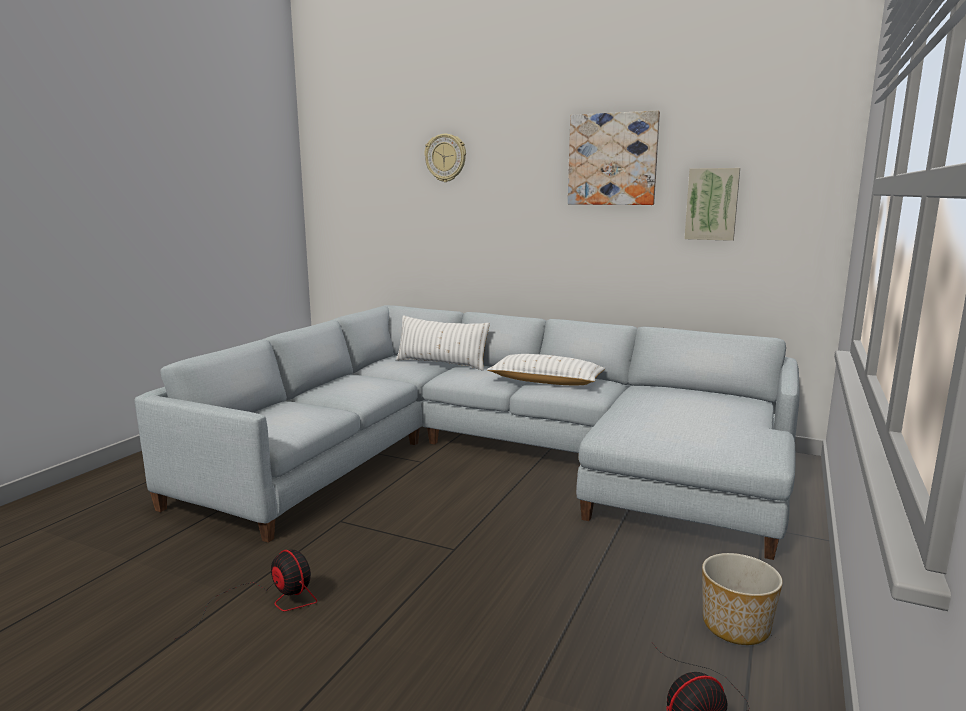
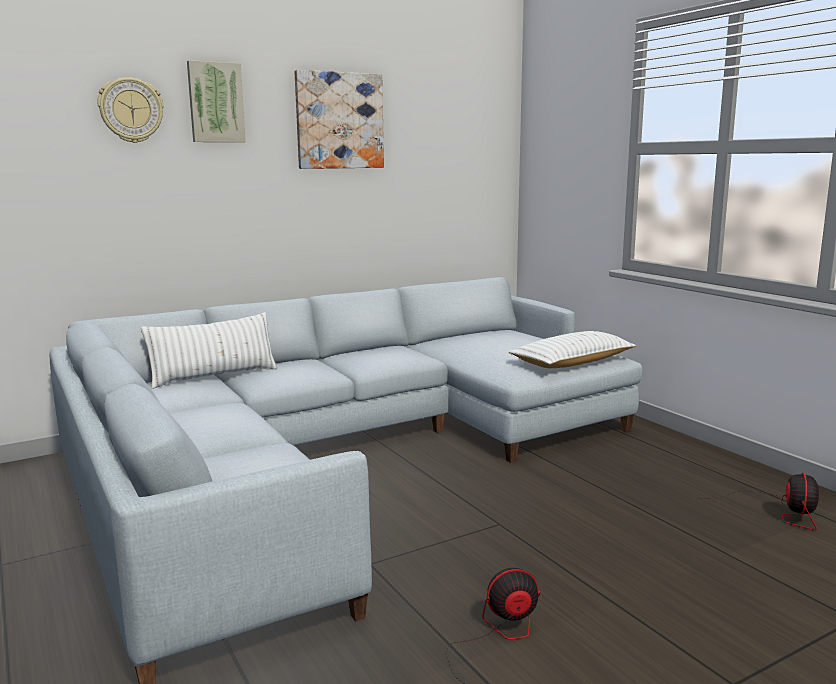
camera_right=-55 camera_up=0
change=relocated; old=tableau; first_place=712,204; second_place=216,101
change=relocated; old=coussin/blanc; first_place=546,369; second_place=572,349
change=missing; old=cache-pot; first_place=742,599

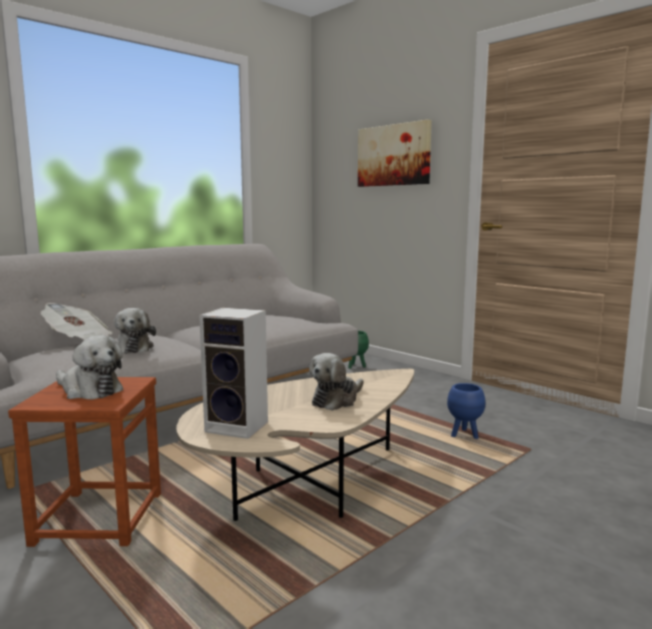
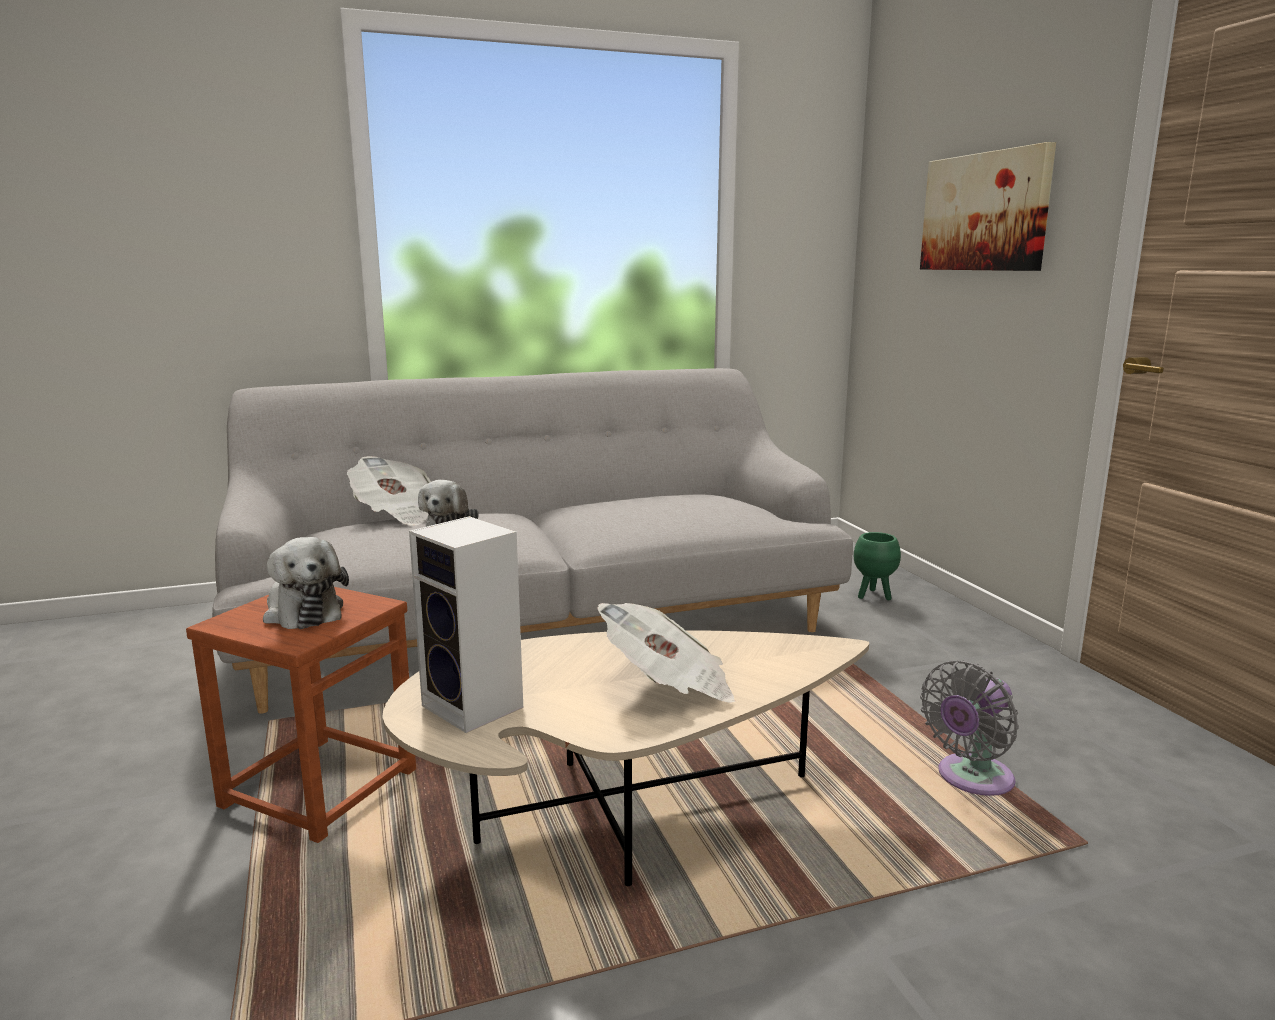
camera_right=25 camera_up=5
change=exchanged; old=peluche; new=journal; first_place=336,382; second_place=666,653
change=exchanged; old=cache-pot/bleu; new=ventilateur/gris; first_place=466,411; second_place=969,728

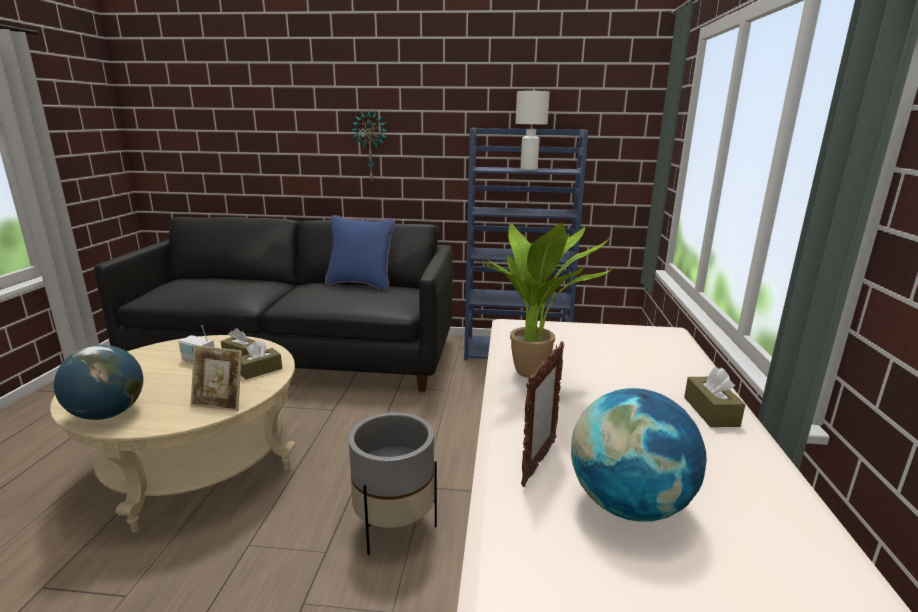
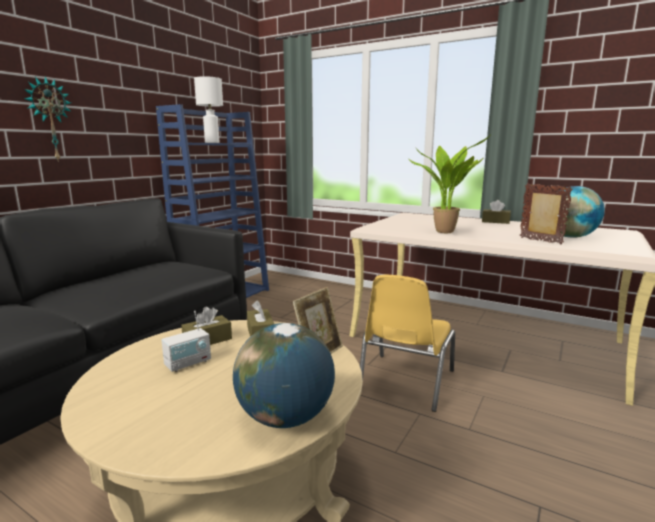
camera_right=-65 camera_up=-5
change=exchanged; old=cache-pot/gris; new=chaise/jaune; first_place=392,483; second_place=407,343
change=missing; old=coussin/bleu; first_place=360,252

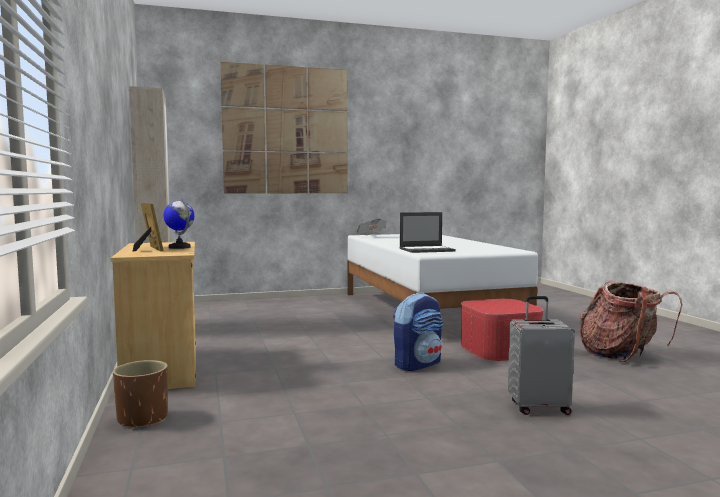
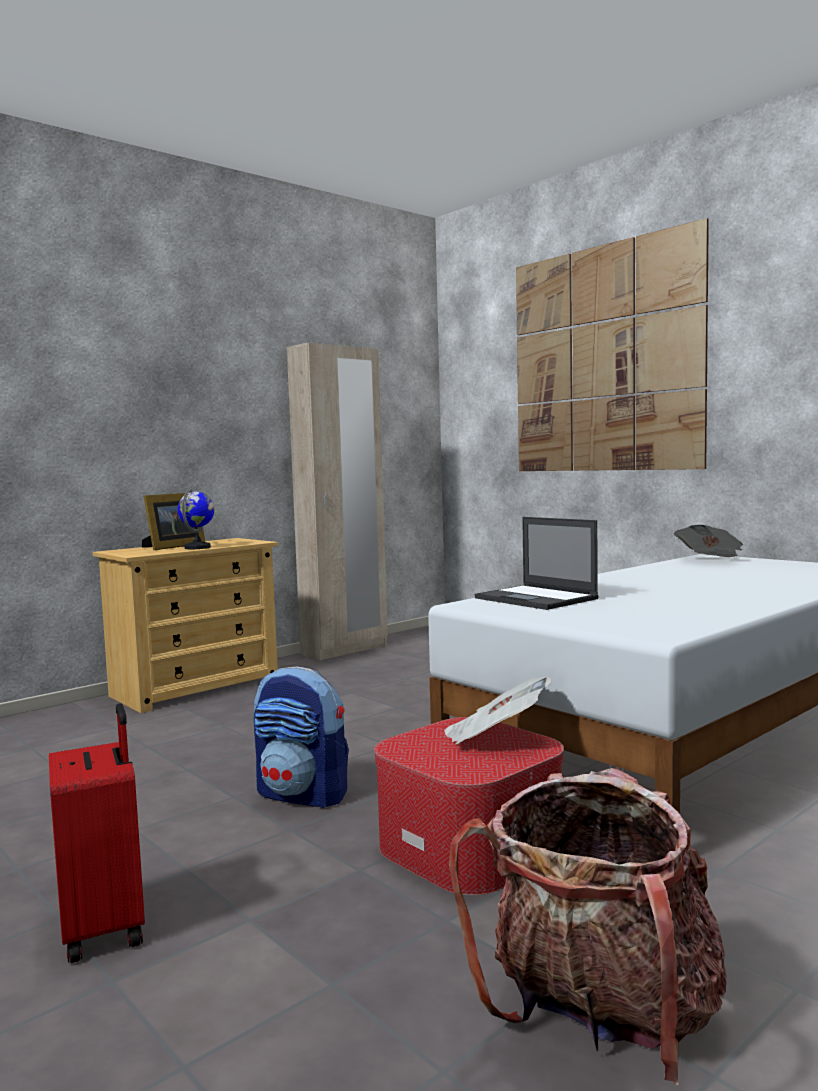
camera_right=65 camera_up=0
change=colour; old=valise/gris; new=valise/rouge; first_place=541,355; second_place=97,833
change=appeared; new=journal; second_place=498,711
change=missing; old=cache-pot/marron; first_place=140,394

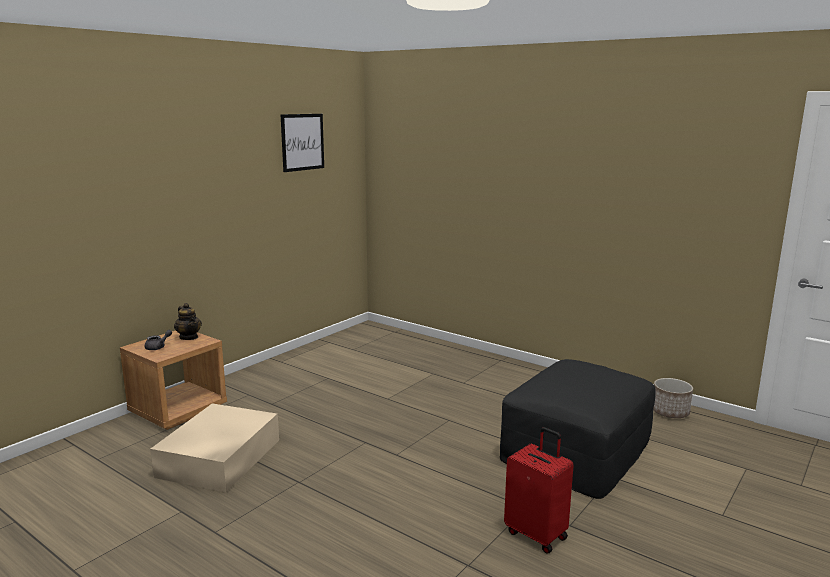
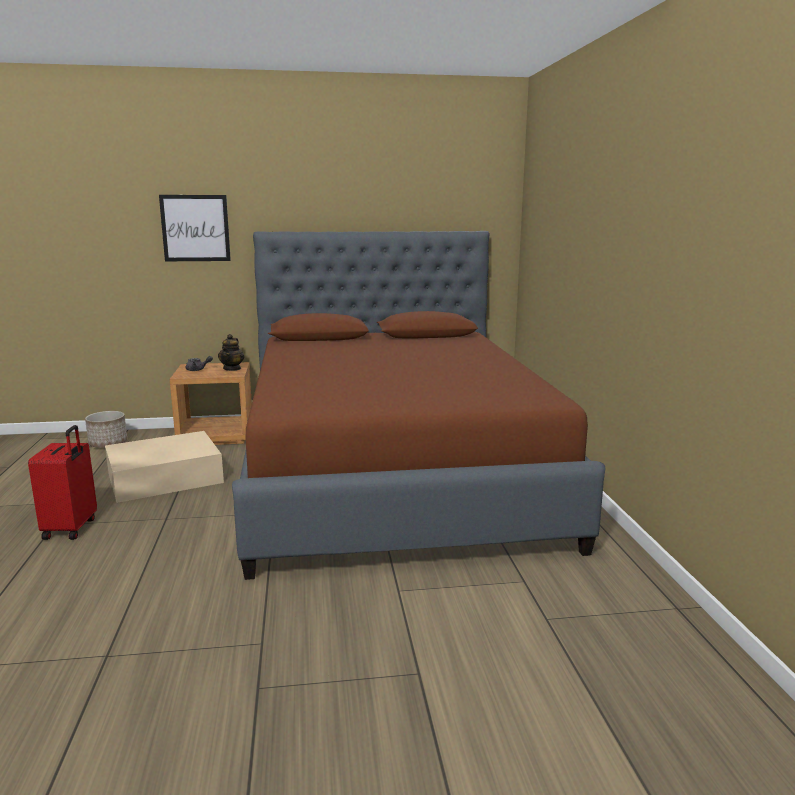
camera_right=45 camera_up=0
change=relocated; old=valise/rouge; first_place=539,490; second_place=62,482
change=relocated; old=cache-pot; first_place=673,398; second_place=106,429
change=relocated; old=tableau; first_place=302,143; second_place=195,228
change=appeared; new=lit/marron; second_place=418,405
change=missing; old=pouf/noir; first_place=578,429

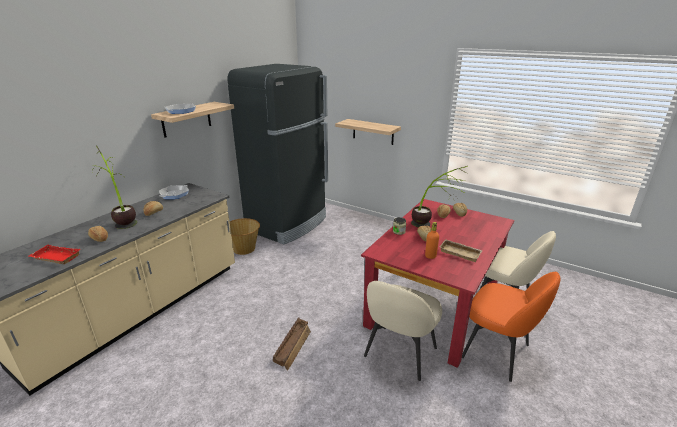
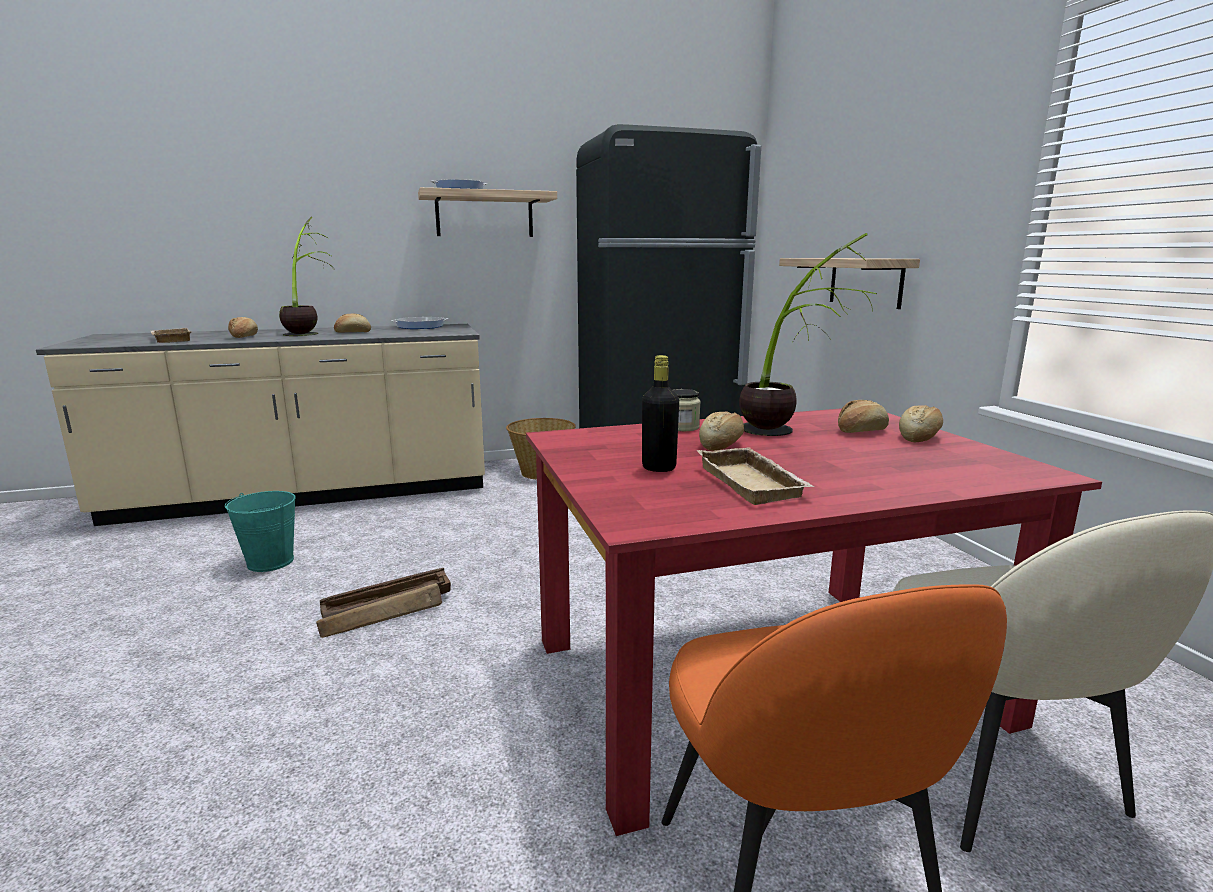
camera_right=40 camera_up=-10
change=colour; old=plateau/rouge; new=plateau/beige; first_place=54,254; second_place=171,335
change=appeared; new=seau/turquoise; second_place=260,531
change=colour; old=bouteille/orange; new=bouteille/noir; first_place=432,240; second_place=660,413
change=missing; old=chaise/beige; first_place=403,331

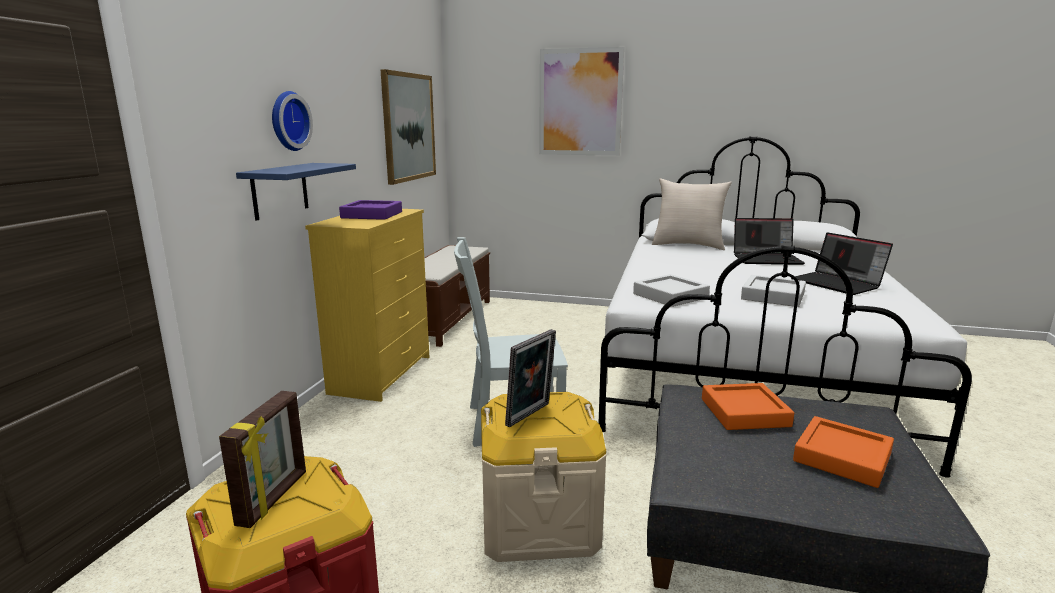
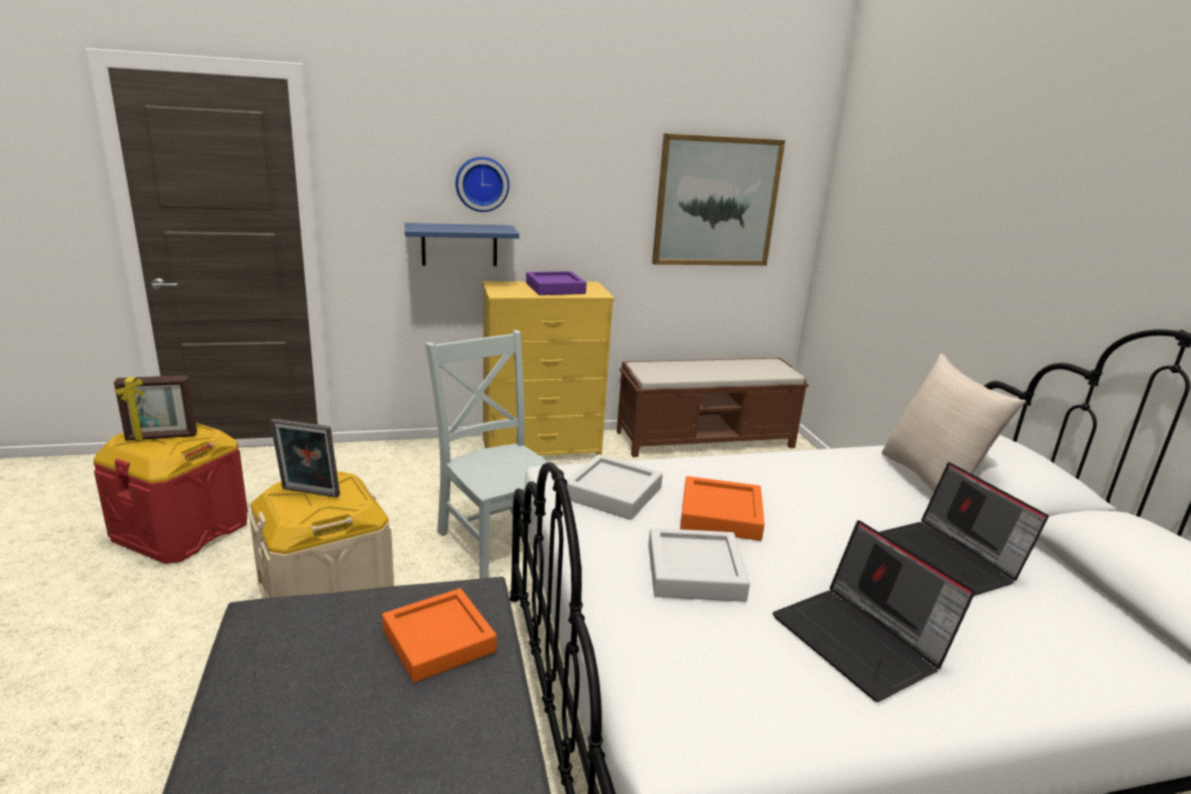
camera_right=60 camera_up=5
change=relocated; old=plateau/orange; first_place=843,452; second_place=722,508
change=spun; old=ordinateur portable; first_place=842,263; second_place=874,611; degrees=-60
change=missing; old=tableau; first_place=581,101

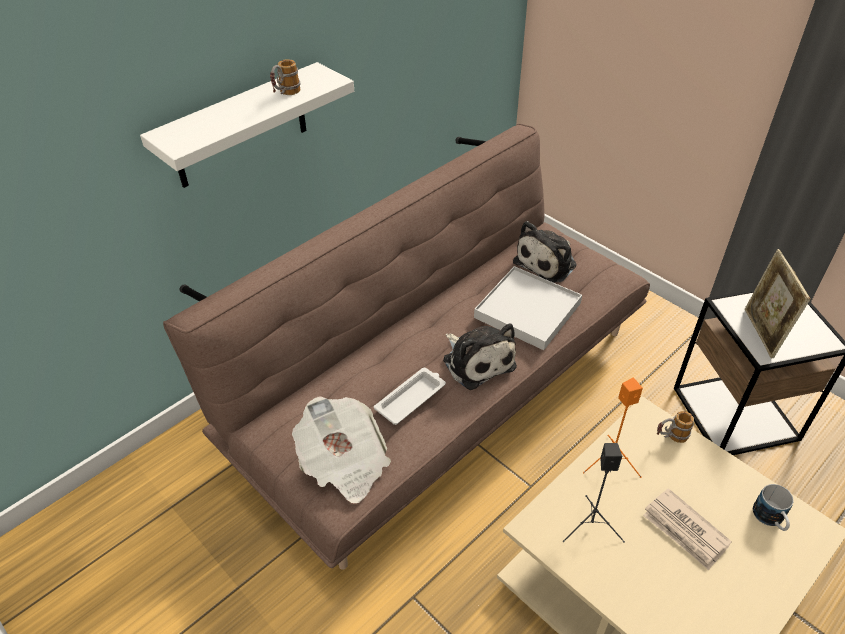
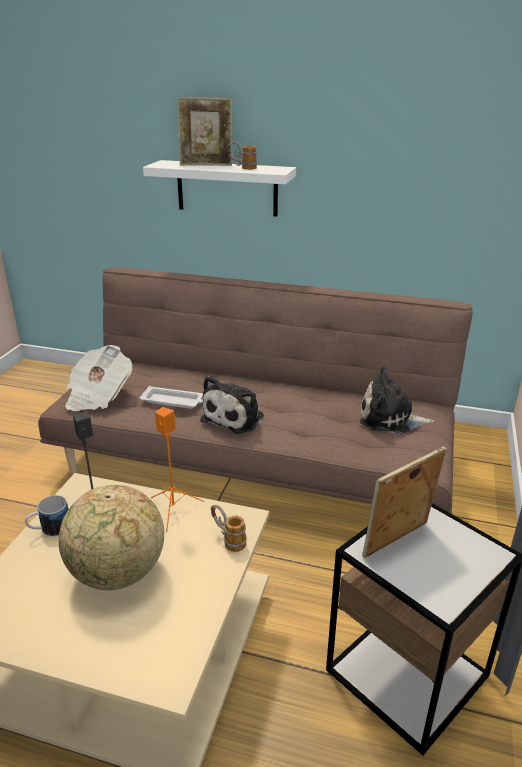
camera_right=60 camera_up=-15
change=relocated; old=mug; first_place=773,507; second_place=47,515
change=exchanged; old=journal; new=globe; first_place=687,529; second_place=111,537
change=appeared; new=cadre photo; second_place=204,131
change=missing; old=plateau/blanc; first_place=528,308

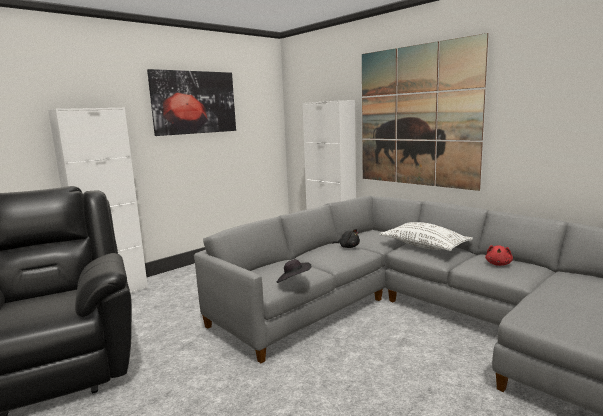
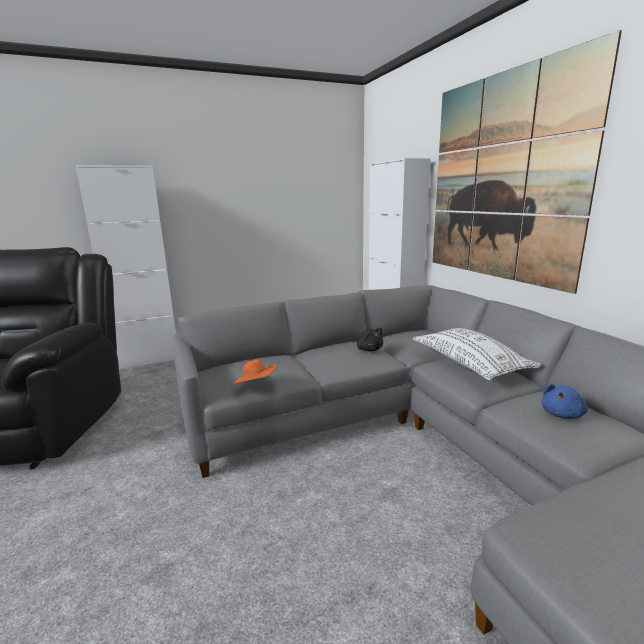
camera_right=20 camera_up=5
change=colour; old=chapeau/noir; new=chapeau/orange; first_place=293,271; second_place=253,373
change=colour; old=peluche/rouge; new=peluche/bleu; first_place=499,255; second_place=564,401
change=missing; old=tableau; first_place=191,102

